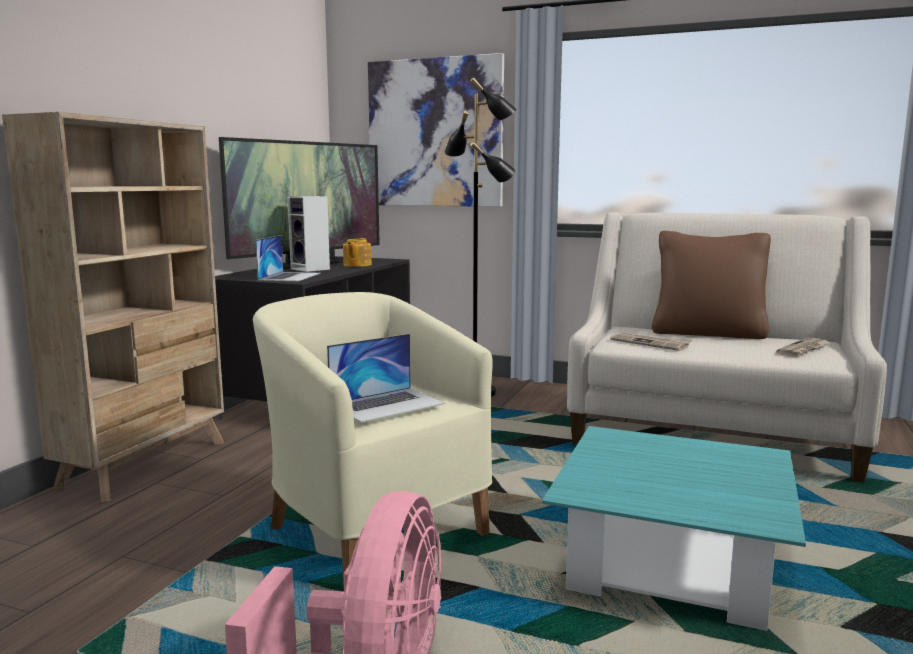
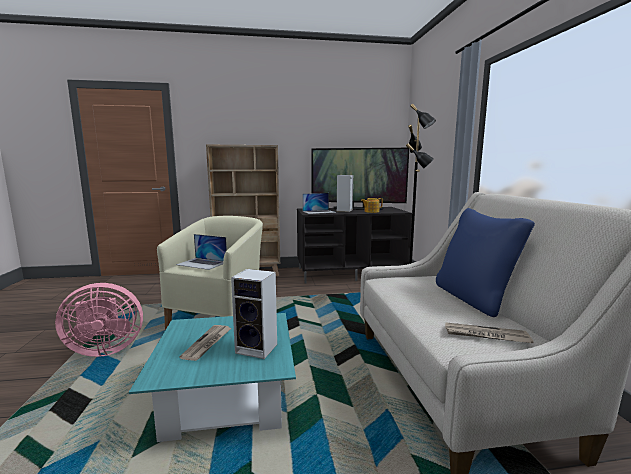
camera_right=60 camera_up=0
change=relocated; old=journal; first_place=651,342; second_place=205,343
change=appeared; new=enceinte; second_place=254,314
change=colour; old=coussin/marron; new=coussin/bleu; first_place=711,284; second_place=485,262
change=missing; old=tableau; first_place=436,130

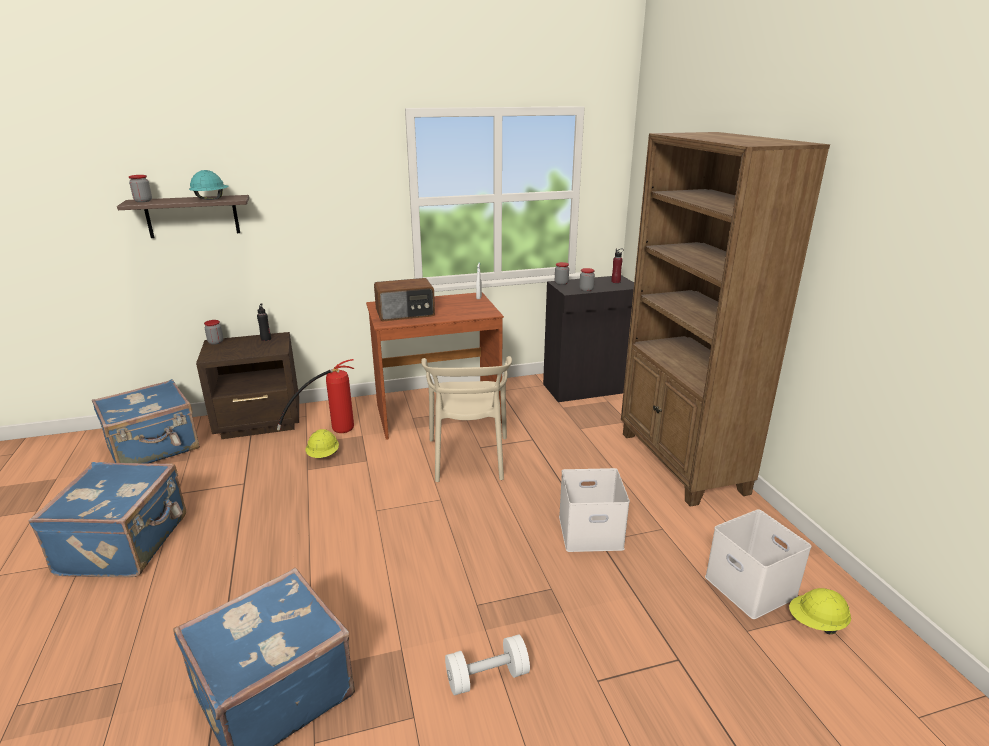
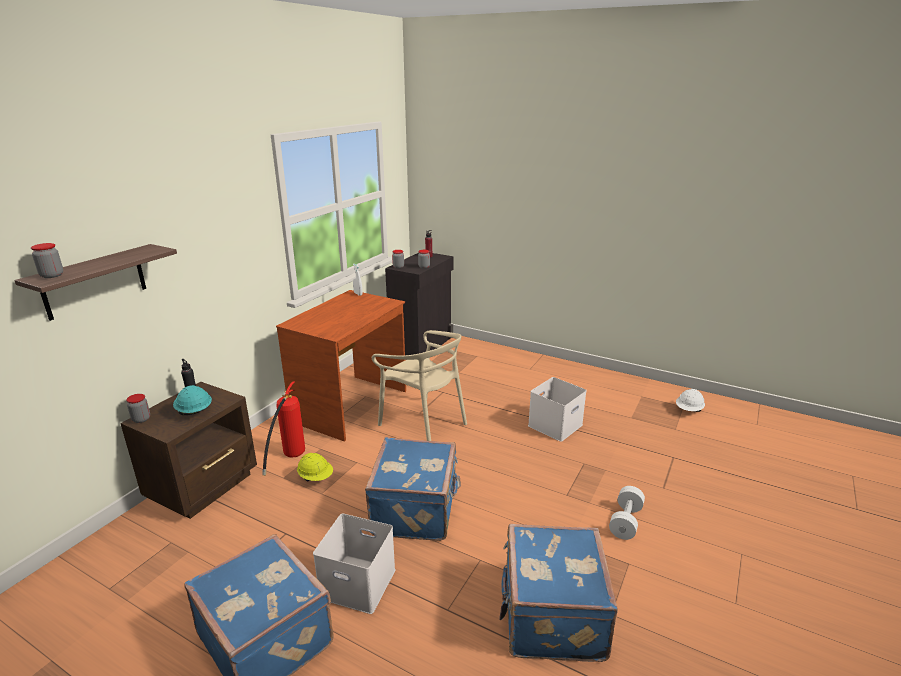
camera_right=-45 camera_up=0
change=relocated; old=casque de chantier/turquoise; first_place=208,185; second_place=192,400
change=relocated; old=boîte de rangement/blanc; first_place=758,564; second_place=354,563
change=relocated; old=valise/bleu; first_place=146,421; second_place=413,489
change=colour; old=casque de chantier/jaune; new=casque de chantier/blanc; first_place=820,611; second_place=690,400
change=missing; old=radio; first_place=404,299
change=missing; old=bibliothèque/marron; first_place=725,319

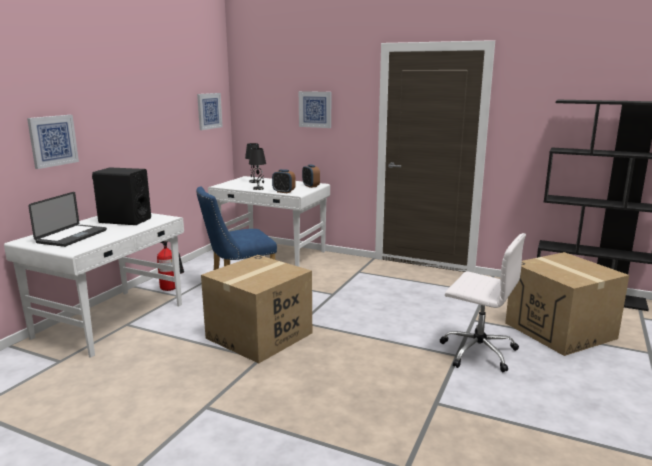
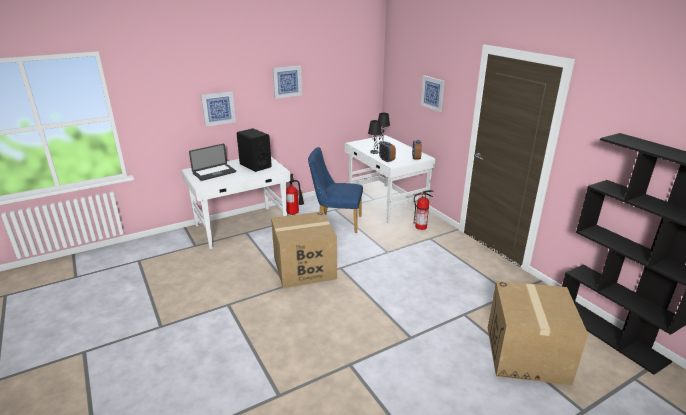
camera_right=35 camera_up=10
change=relocated; old=tableau; first_place=210,111; second_place=287,82
change=appeared; new=extincteur; second_place=424,210
change=missing; old=chaise de bureau/blanc; first_place=483,302

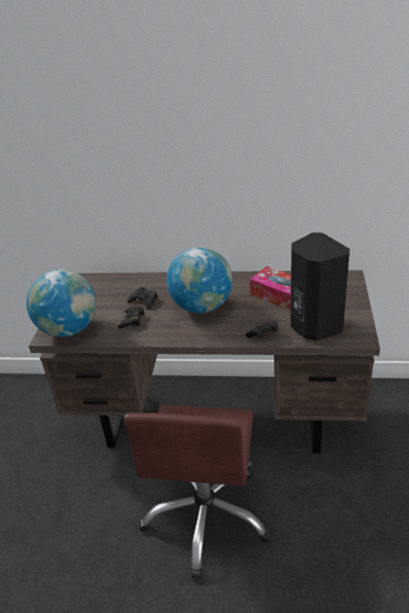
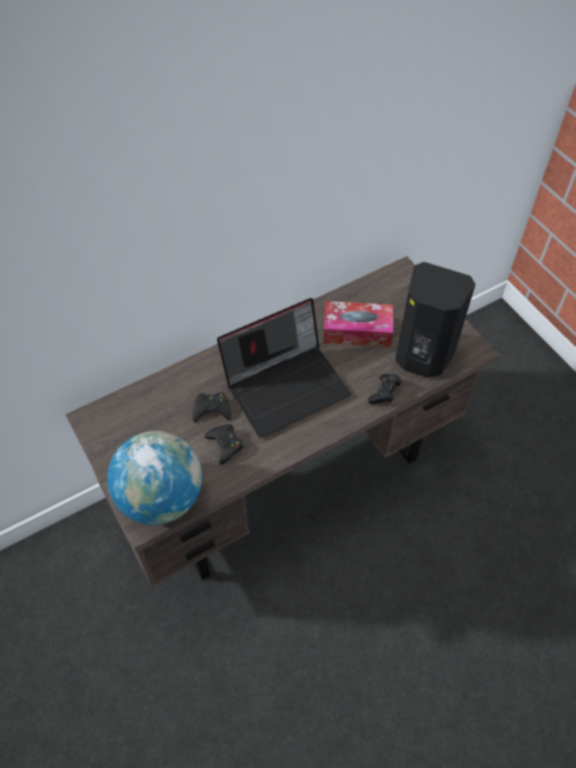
camera_right=-40 camera_up=20
change=exchanged; old=globe; new=ordinateur portable; first_place=200,280; second_place=284,368
change=missing; old=chaise de bureau/marron; first_place=197,491

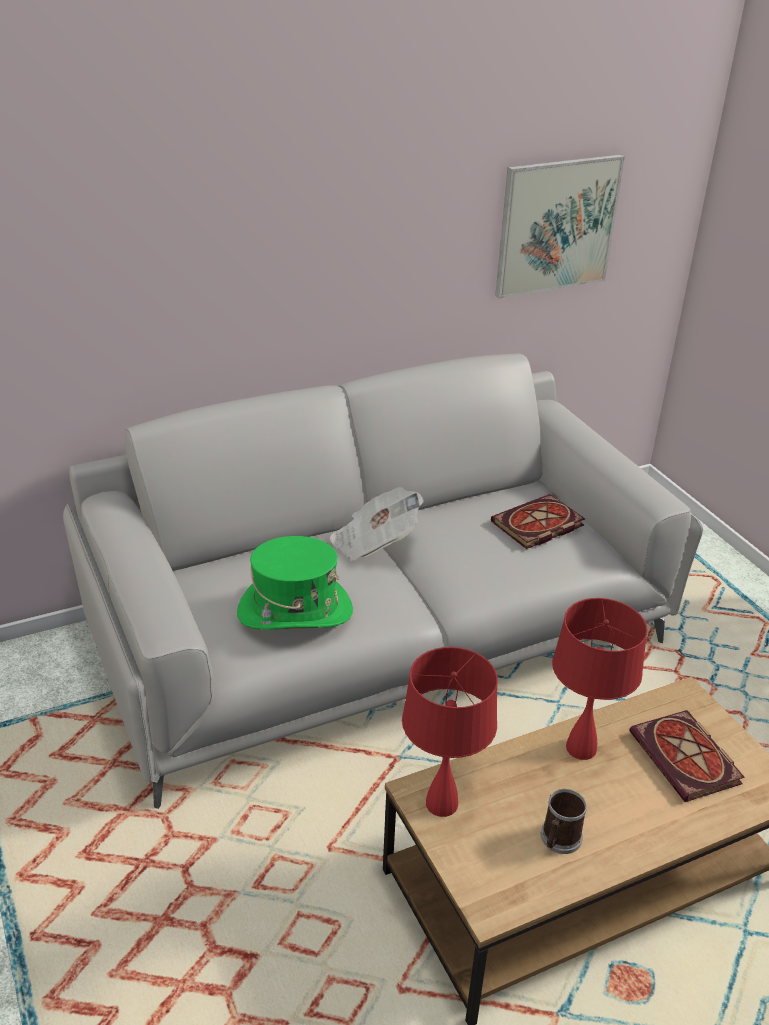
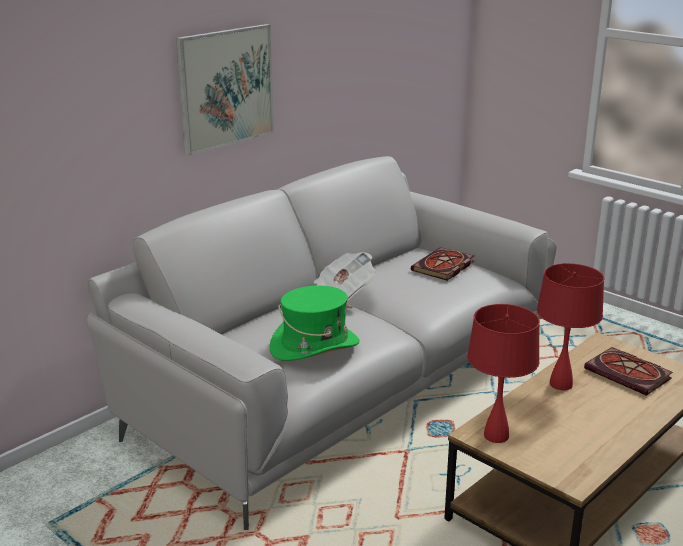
camera_right=-20 camera_up=-10
change=relocated; old=tableau; first_place=560,227; second_place=225,89
change=missing; old=mug; first_place=564,821

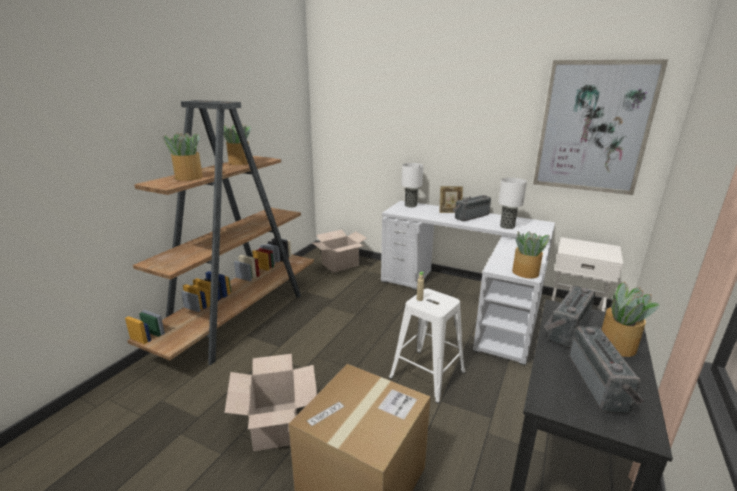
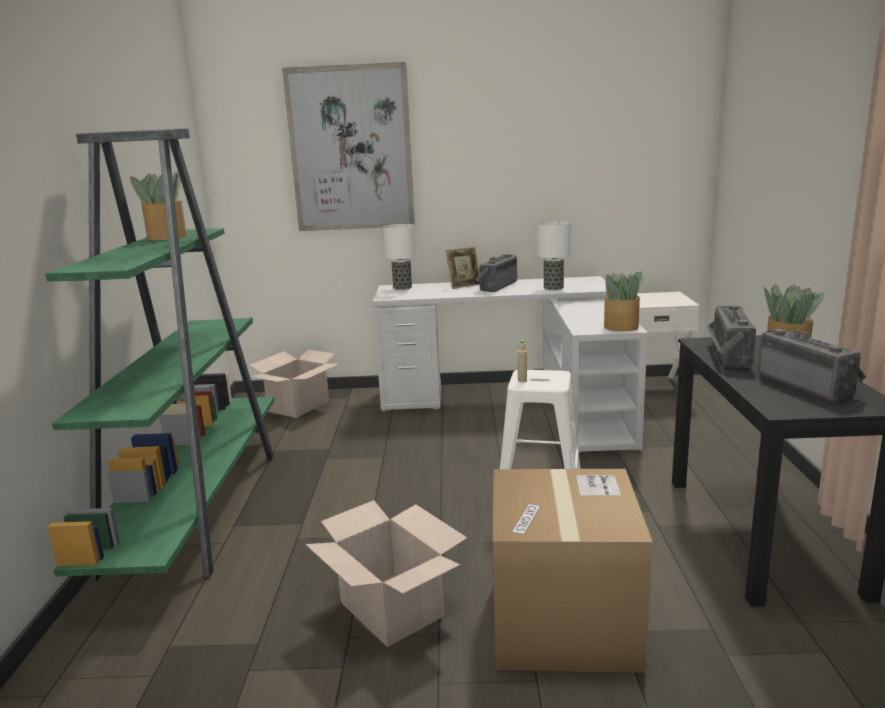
camera_right=-25 camera_up=-5
change=colour; old=bibliothèque/marron; new=bibliothèque/vert; first_place=219,232; second_place=160,355
change=relocated; old=tableau; first_place=600,127; second_place=348,146
change=missing; old=plante en pot; first_place=183,157

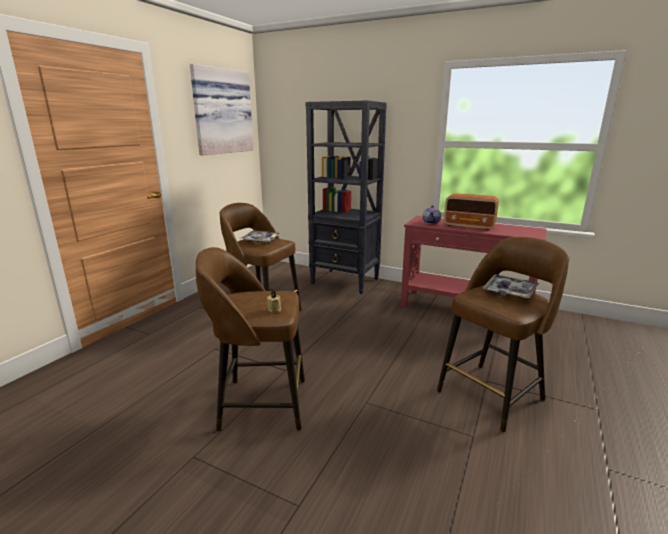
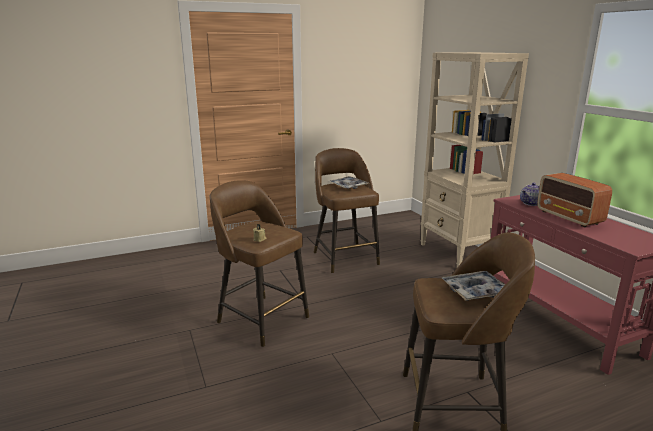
camera_right=40 camera_up=0
change=colour; old=bibliothèque/noir; new=bibliothèque/beige; first_place=346,197; second_place=474,159
change=missing; old=tableau; first_place=222,109

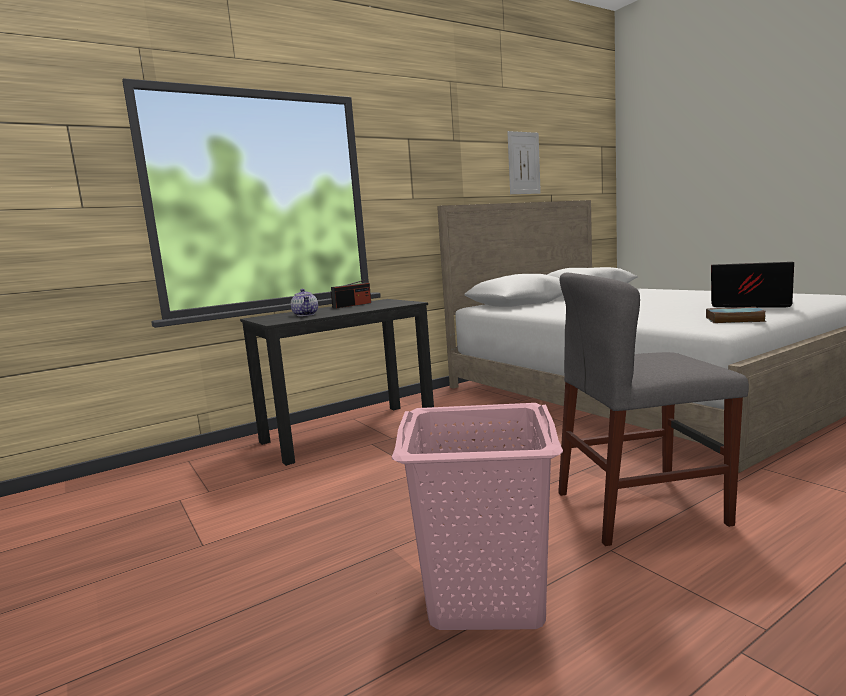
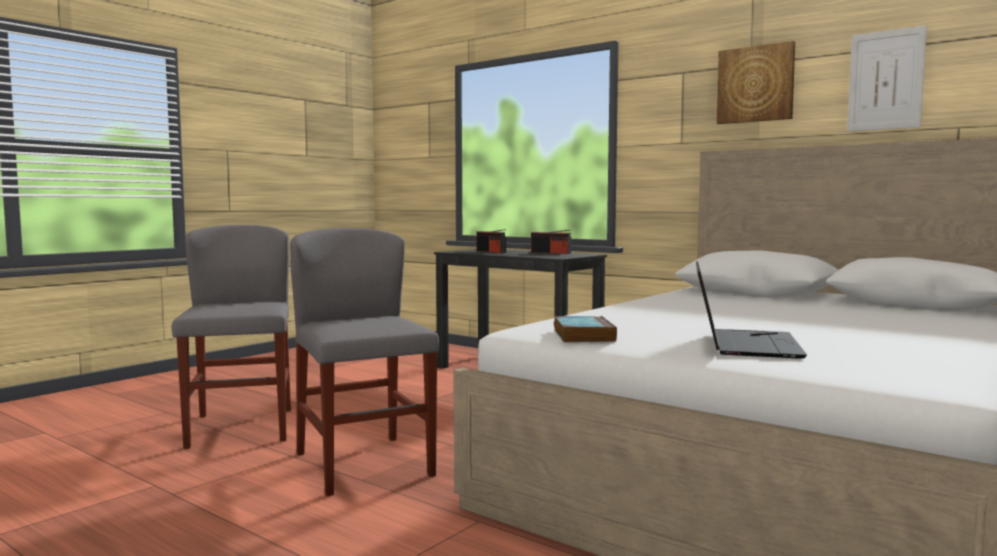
camera_right=70 camera_up=-5
change=exchanged; old=panier à linge/rose; new=chaise/gris; first_place=477,516; second_place=231,337
change=exchanged; old=théière; new=radio; first_place=304,302; second_place=491,241
change=appeared; new=tableau; second_place=756,82

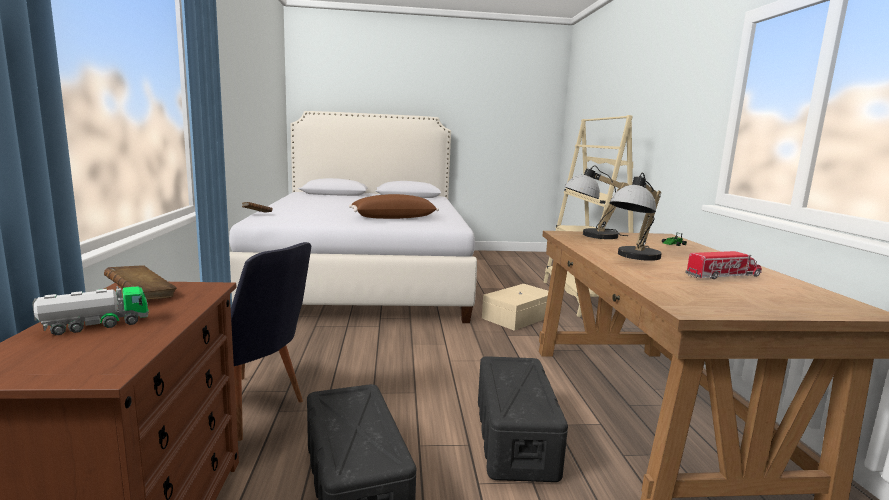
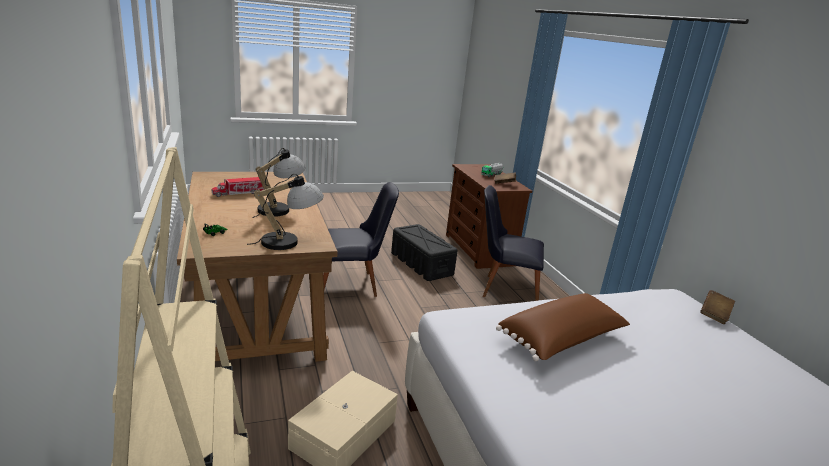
camera_right=165 camera_up=10
change=exchanged; old=boîte de rangement/noir; new=chaise/noir; first_place=523,419; second_place=361,239

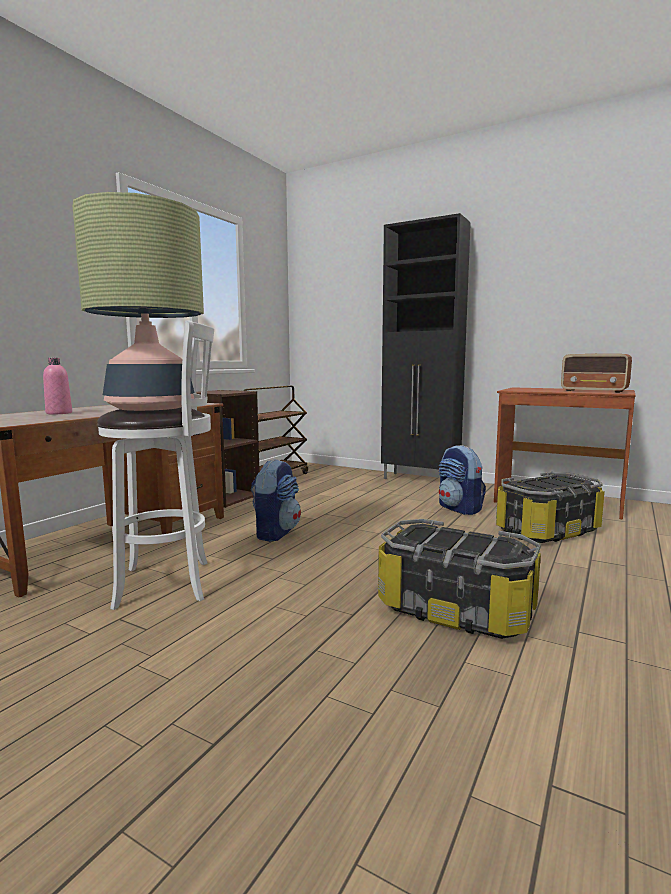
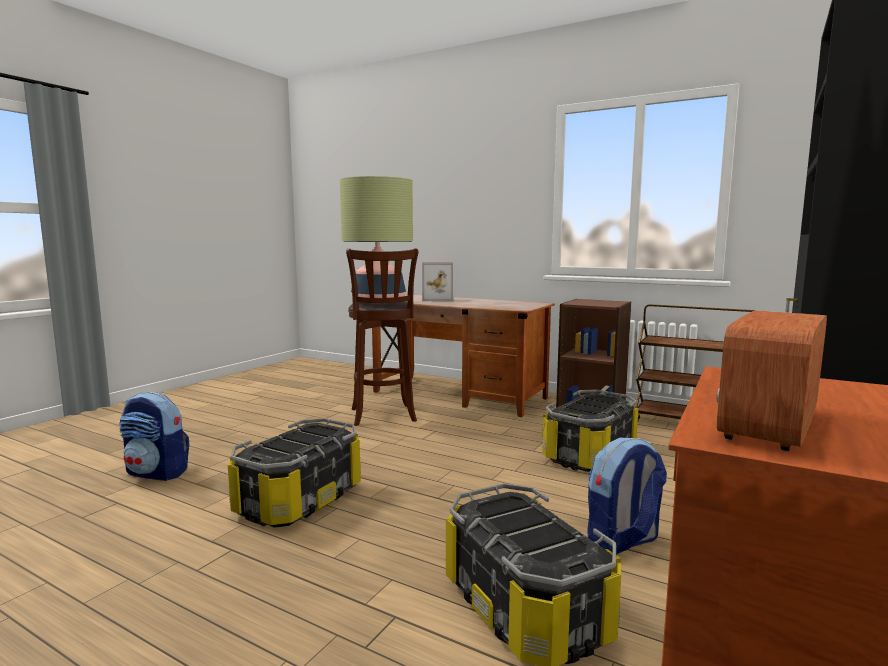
camera_right=90 camera_up=0
change=relocated; old=sac à dos; first_place=276,500; second_place=154,436
change=colour; old=tabouret/blanc; new=tabouret/marron; first_place=155,465; second_place=382,337
change=exchanged; old=bouteille/rose; new=cadre photo; first_place=57,386; second_place=437,281
change=appeared; new=boîte de rangement; second_place=590,431

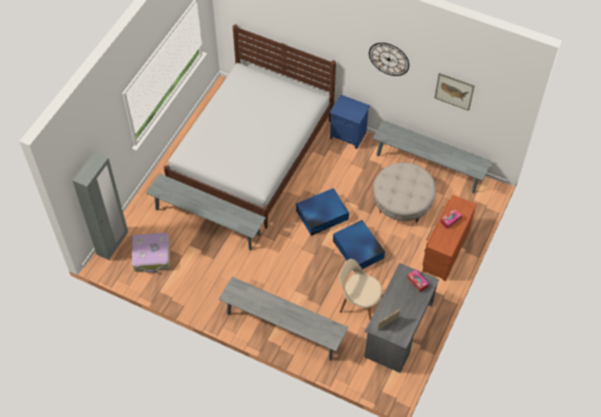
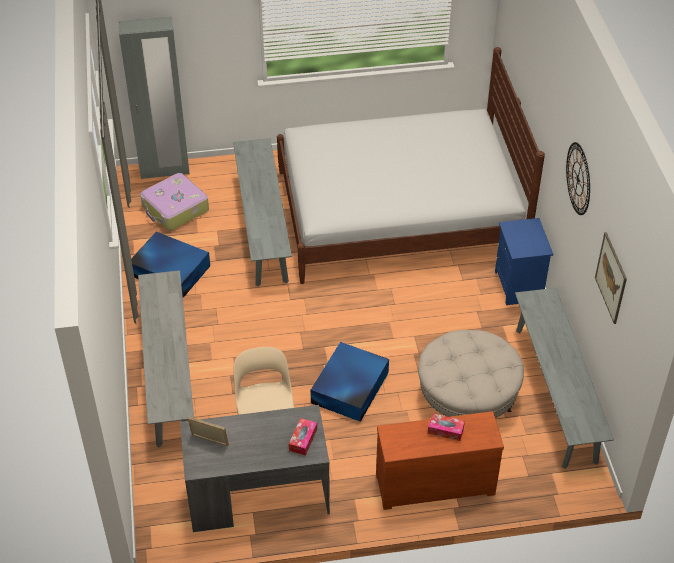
camera_right=55 camera_up=-10
change=relocated; old=boîte de rangement/bleu; first_place=322,212; second_place=170,265

